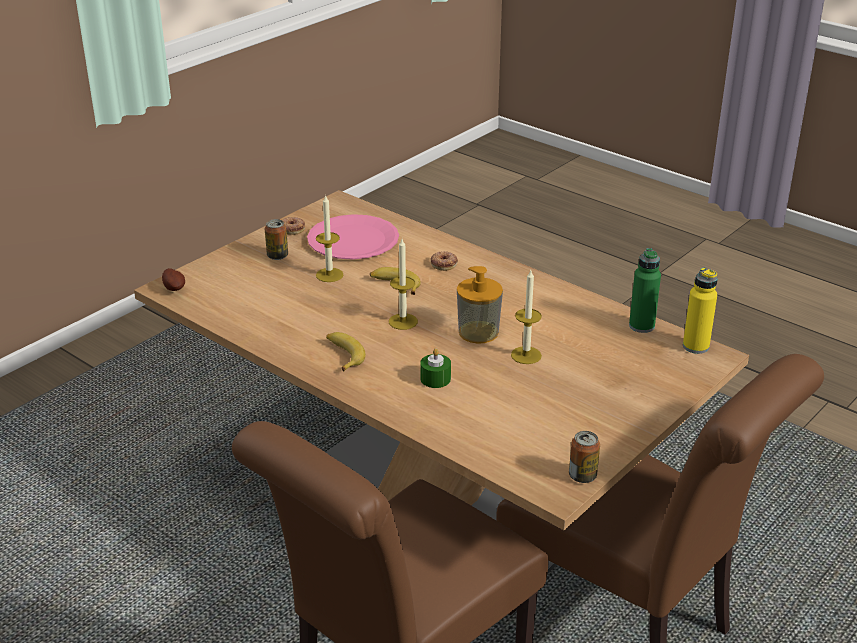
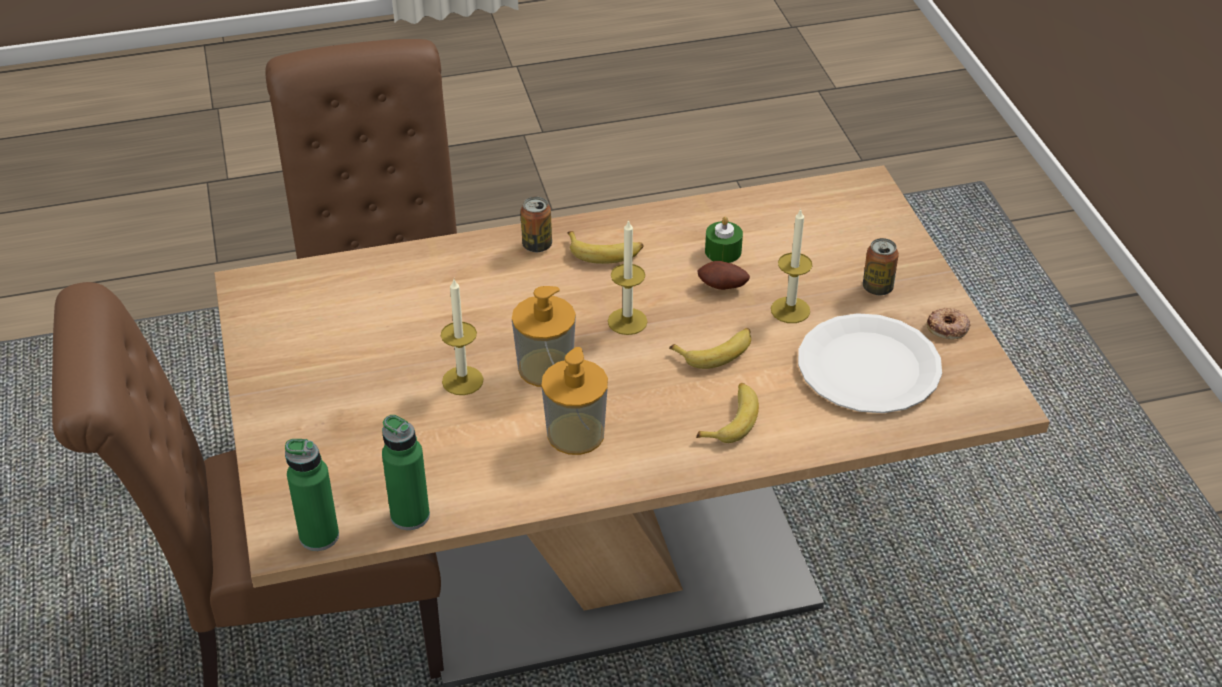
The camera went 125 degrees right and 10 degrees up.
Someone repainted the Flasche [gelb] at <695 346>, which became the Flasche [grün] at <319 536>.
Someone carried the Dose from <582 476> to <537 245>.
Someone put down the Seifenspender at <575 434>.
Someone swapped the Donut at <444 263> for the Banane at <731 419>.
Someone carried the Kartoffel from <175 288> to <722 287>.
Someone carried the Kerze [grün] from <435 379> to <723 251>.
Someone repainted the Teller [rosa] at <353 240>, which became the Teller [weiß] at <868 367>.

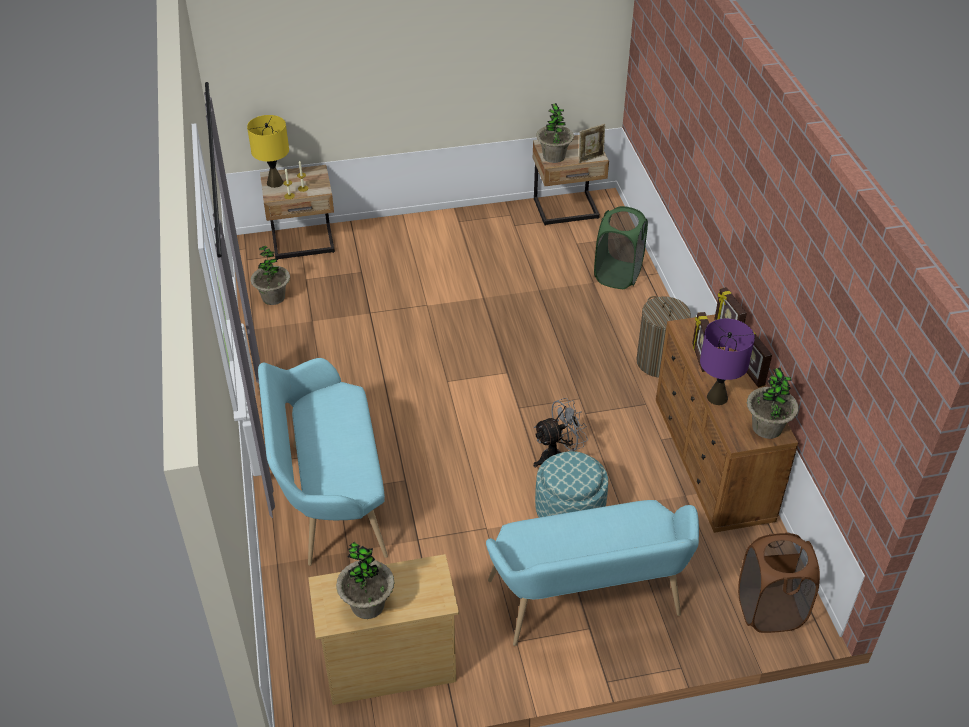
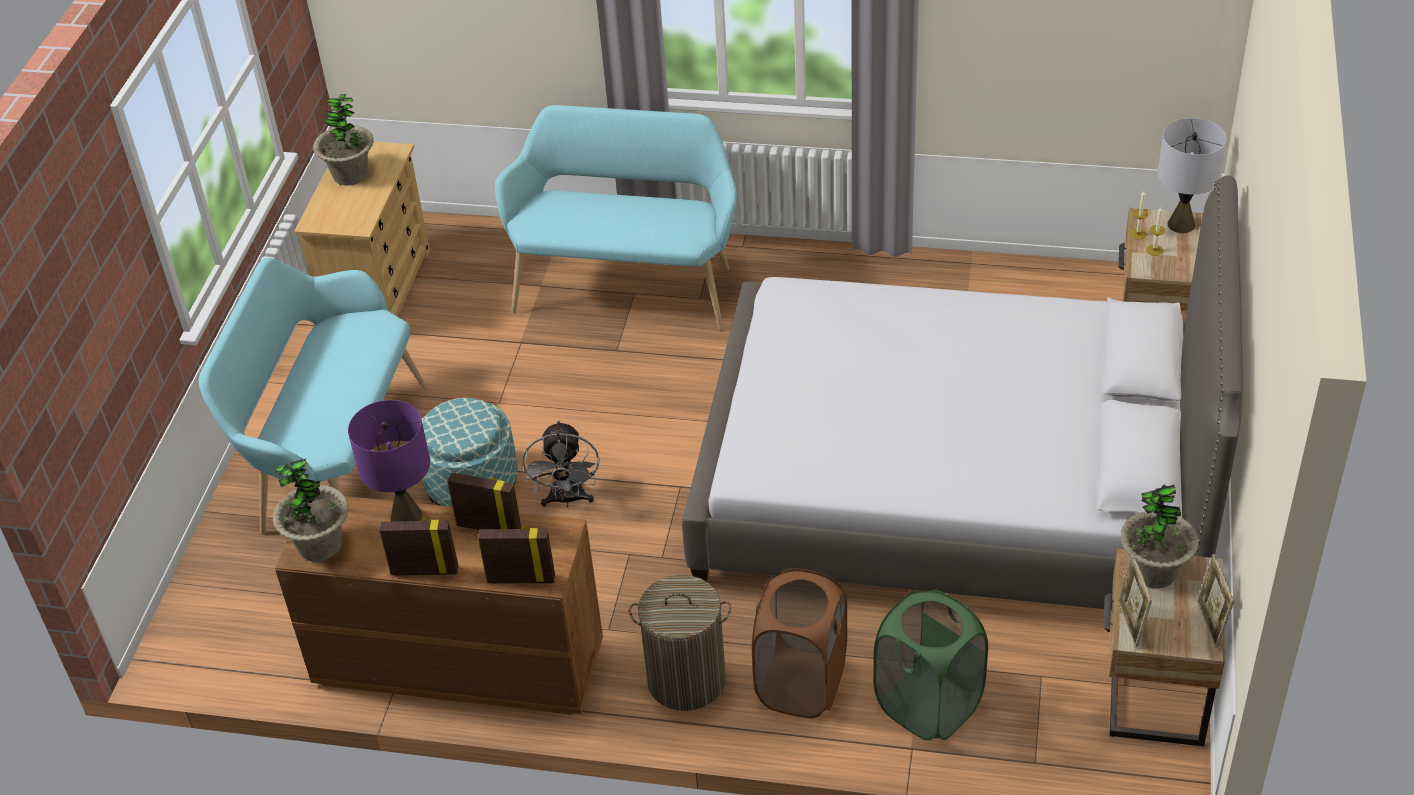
The camera went 115 degrees right and 0 degrees up.
Someone put down the Bett at <956 481>.
Someone carried the Wäschekorb [braun] from <769 610> to <801 684>.
Someone repainted the Tischlampe [gelb] at <275 182>, which became the Tischlampe [grau] at <1181 224>.
Someone put down the Bilderrahmen at <1210 624>.
Someone took away the Topfpflanze at <273 297>.

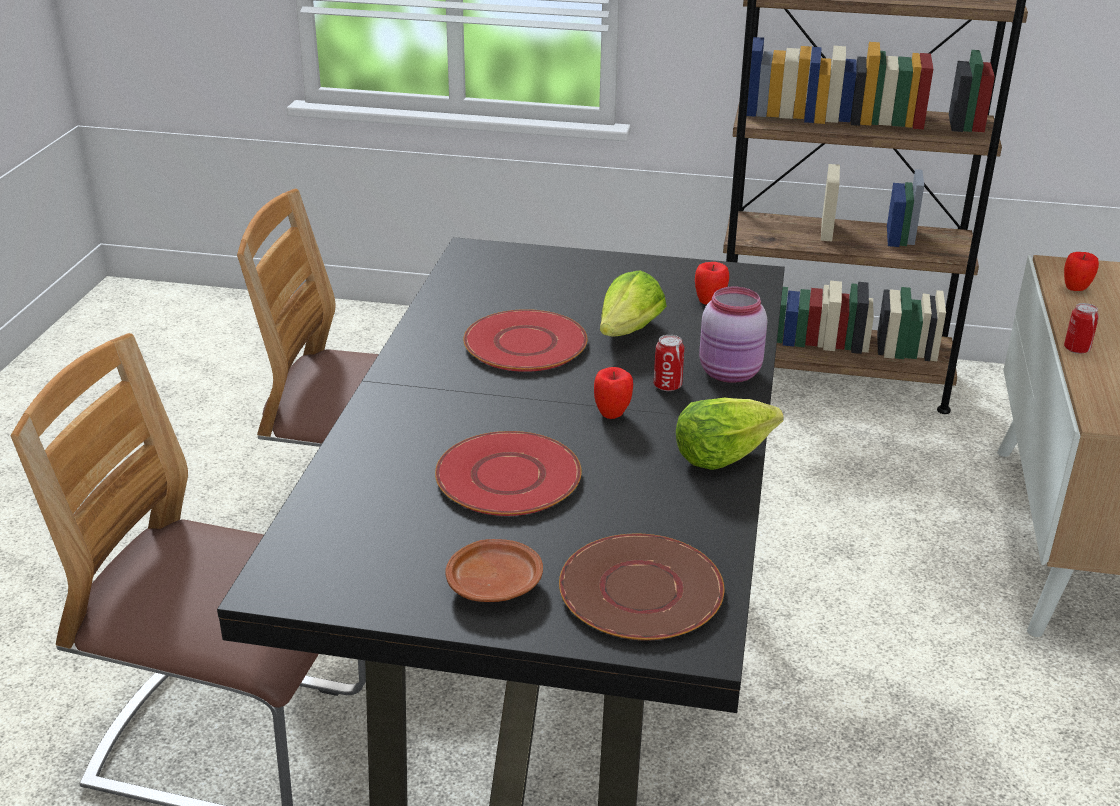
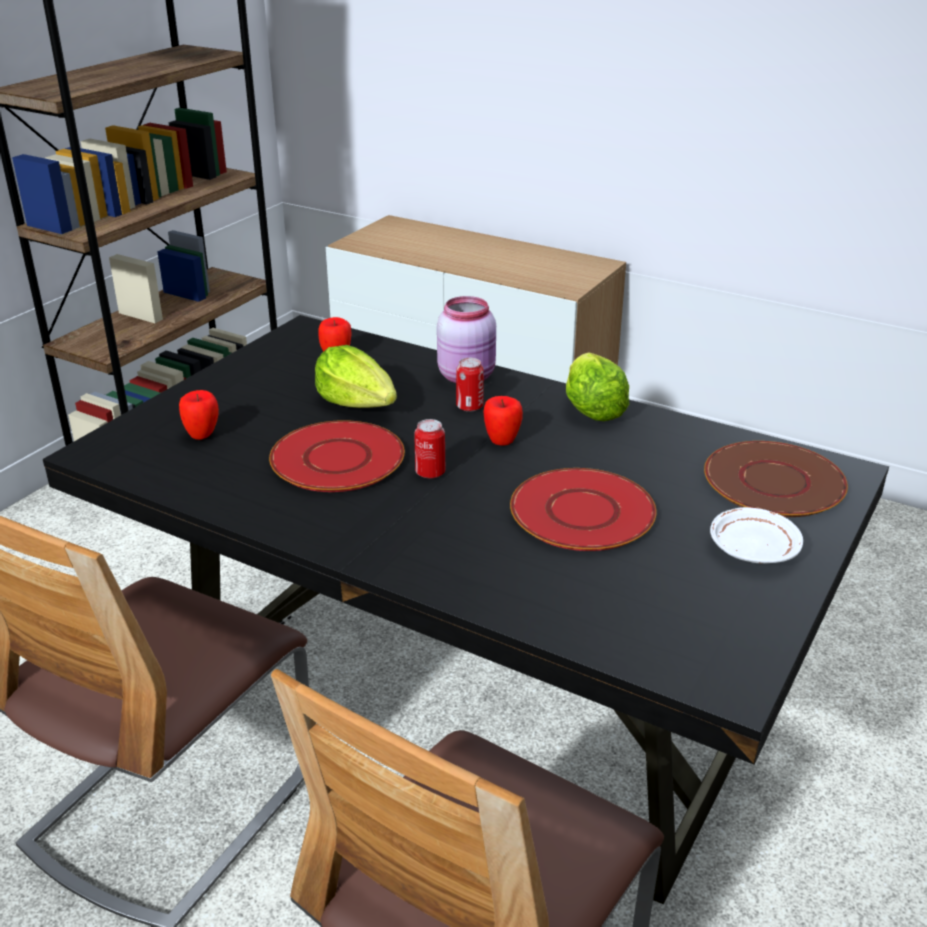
The camera went 70 degrees left and 0 degrees up.
Someone carried the Apfel from <1075 289> to <202 435>.
Someone carried the Dose from <1076 349> to <430 472>.
Someone repainted the Teller [braun] at <495 584>, which became the Teller [weiß] at <752 548>.

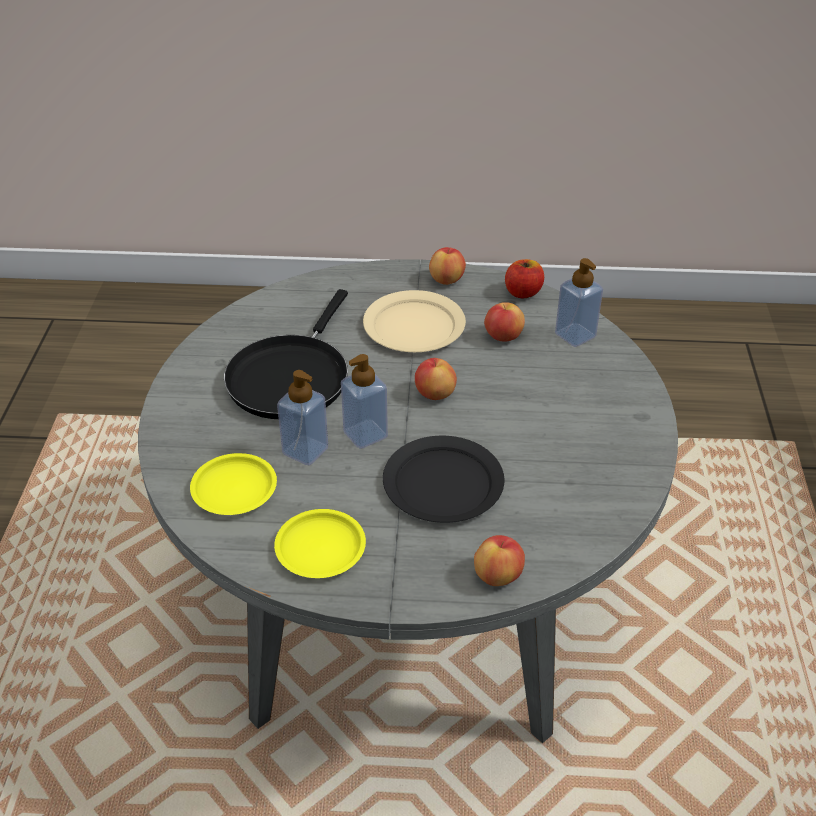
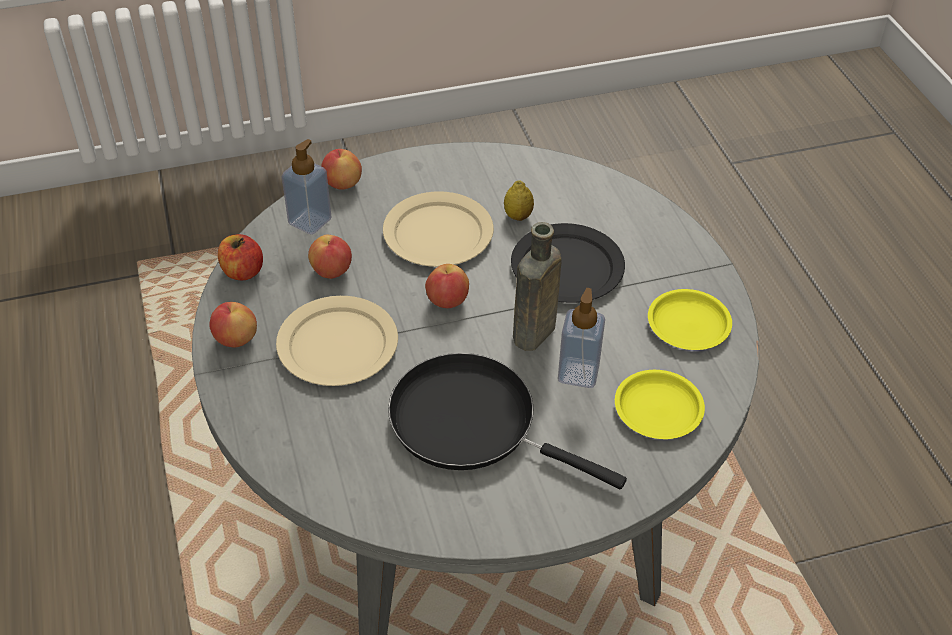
The camera went 110 degrees left and 5 degrees up.
Someone carried the Apfel from <498 575> to <342 184>.
Someone put down the Teller [beige] at <437 234>.
Someone rotated the Pfanne [schwarz] at <291 377> by 150 degrees counterclockwise.
Someone put down the Zitrone at <518 216>.
Someone swapped the Seifenspender at <365 434> for the Flasche [braun] at <532 336>.

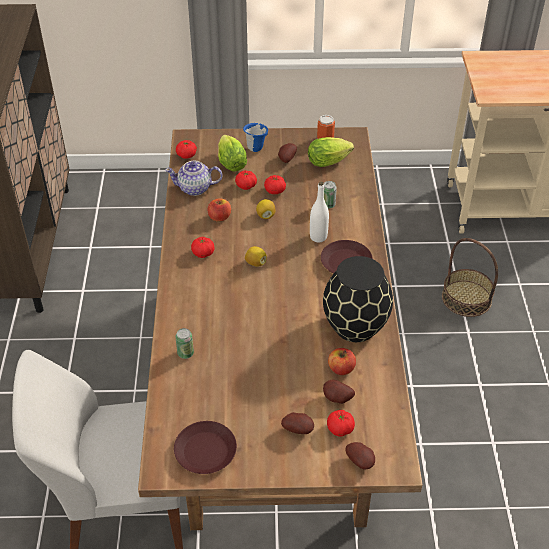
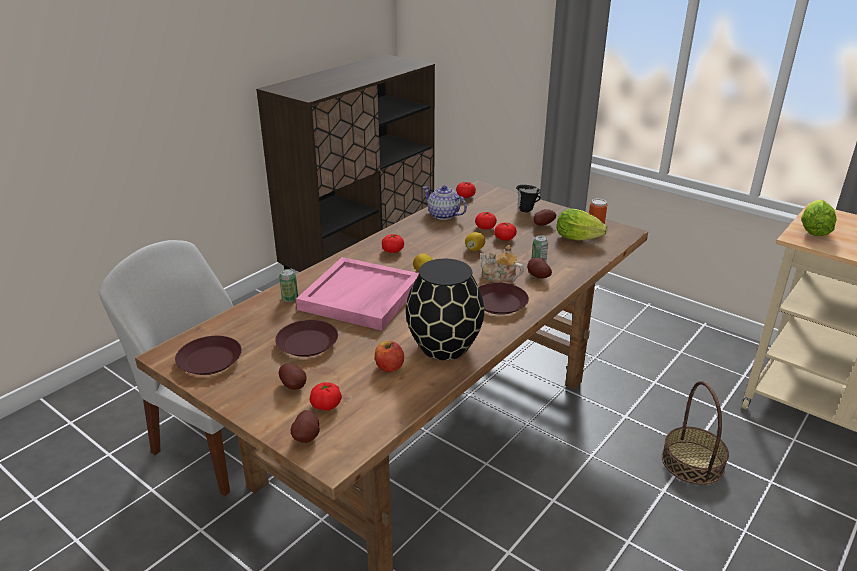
The camera went 40 degrees right and 15 degrees down.
Someone put down the Teller [braun] at <306 344>.
Someone put down the Tablett [rosa] at <361 297>.
Someone swapped the Flasche [weiß] at <318 237> for the Teekanne at <499 278>.
Someone repainted the Henkelbecher [blau] at <256 148>, which became the Henkelbecher [schwarz] at <527 210>.
Someone carried the Kartoffel from <337 399> to <537 277>.
Someone carried the Salatkopf from <230 162> to <813 230>.
Someone took away the Apfel at <219 217>.

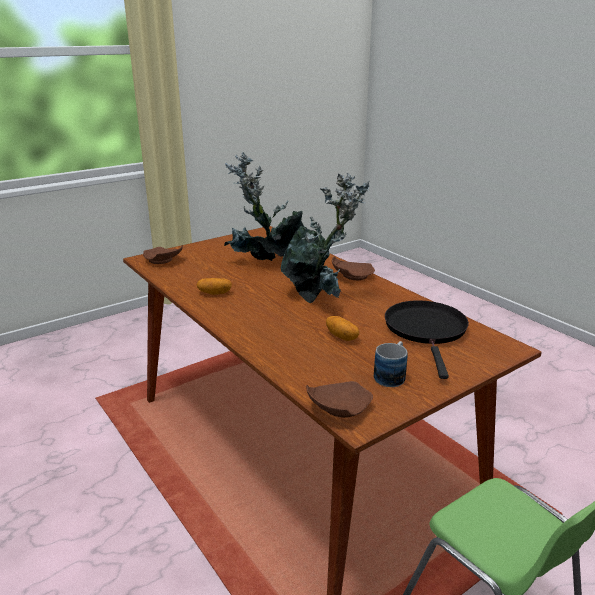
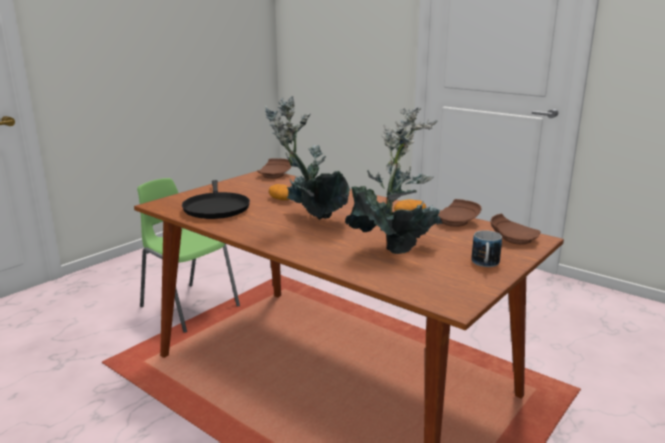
The camera went 165 degrees right and 5 degrees down.
Someone carried the Teller [braun] from <351 276> to <457 222>.
Someone carried the Henkelbecher from <392 375> to <485 264>.

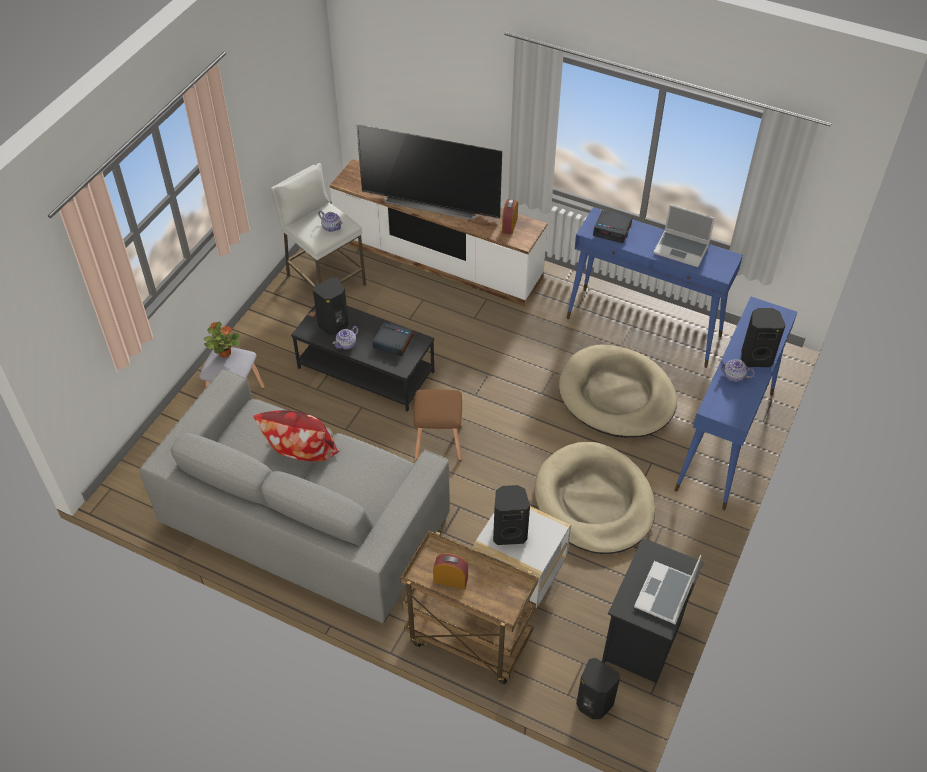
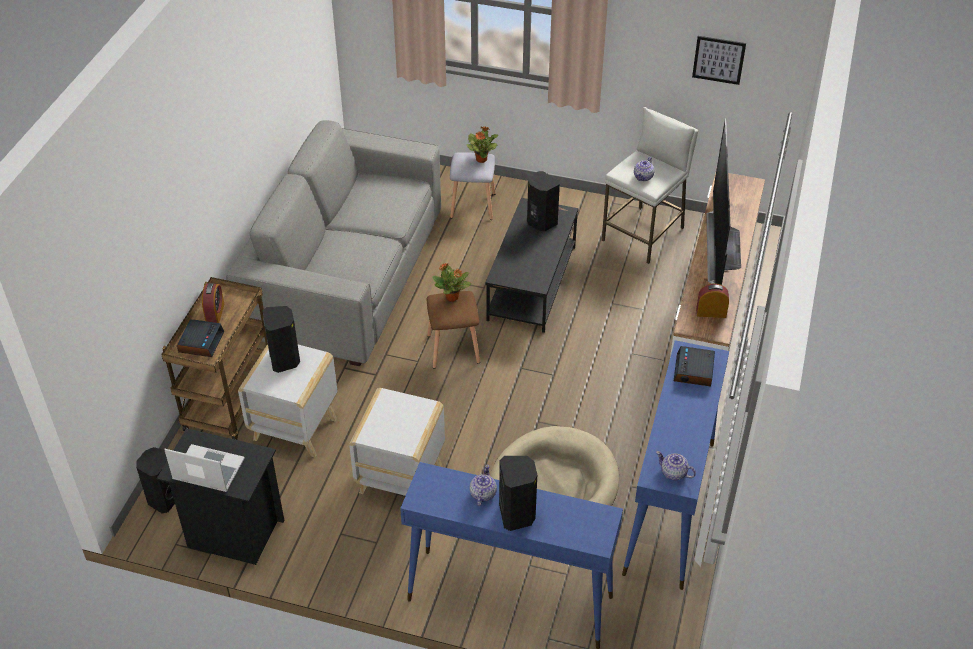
The camera went 80 degrees right and 5 degrees down.
Someone carried the Wecker from <392 342> to <201 342>.
Someone swapped the Hundebett [beige] at <594 501> for the Beistelltisch [weiß] at <399 480>.
Someone put down the Topfpflanze at <452 297>.
Someone carried the Teekanne from <346 344> to <674 473>.
Someone put up the Bild at <718 59>.
Someone took away the Kissen at <301 454>.
Someone took away the Laptop at <682 249>.

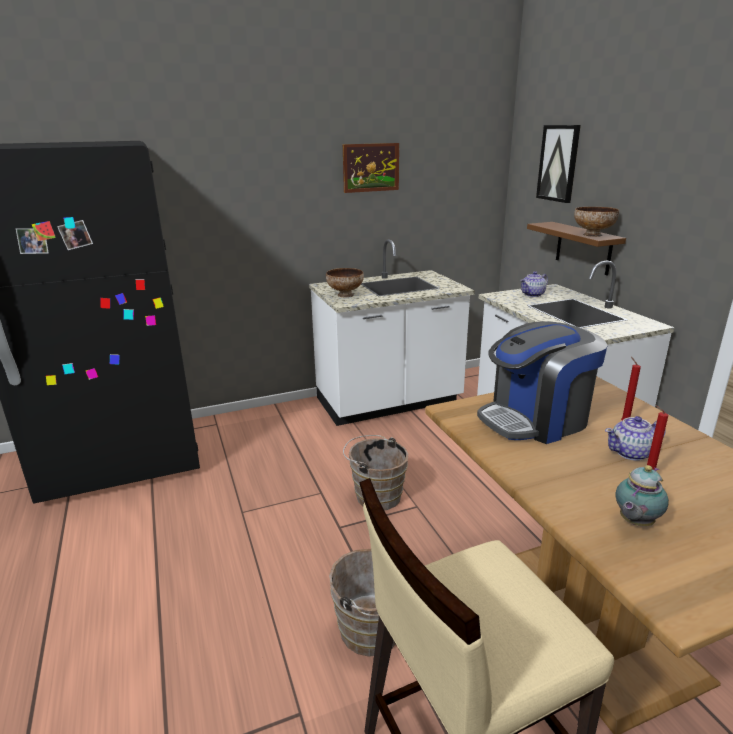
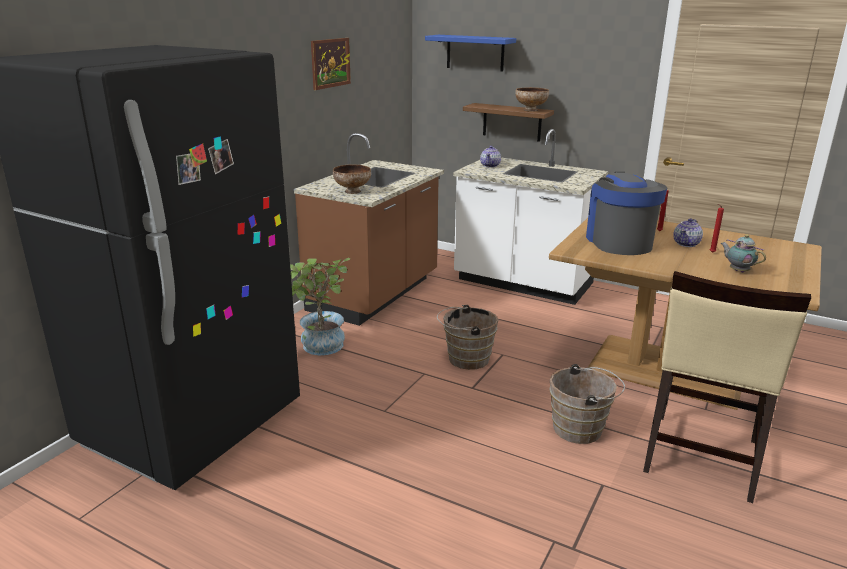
The camera went 40 degrees left and 0 degrees up.
Someone put down the Topfpflanze at <320 348>.
Someone repainted the Küchenzeile [weiß] at <389 402>, which became the Küchenzeile [braun] at <375 295>.
Someone swapped the Bild at <558 163> for the Wandregal [blau] at <475 53>.
Someone rotated the Kaffeemaschine at <535 419> by 150 degrees clockwise.
Someone rotated the Teekanne at <634 522> by 135 degrees clockwise.

